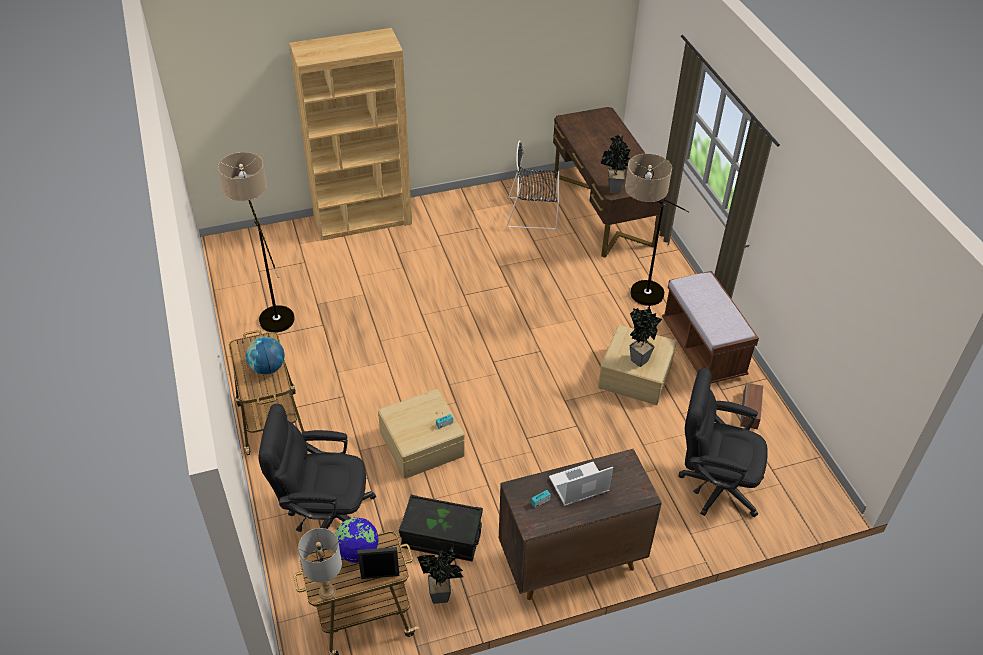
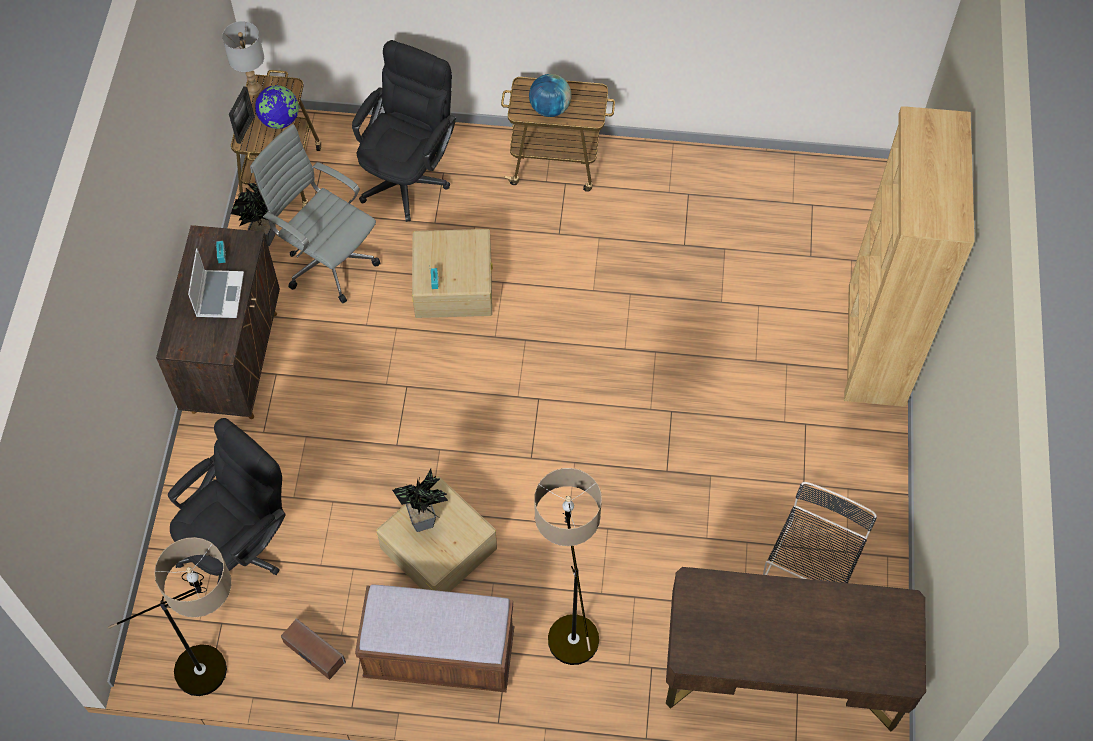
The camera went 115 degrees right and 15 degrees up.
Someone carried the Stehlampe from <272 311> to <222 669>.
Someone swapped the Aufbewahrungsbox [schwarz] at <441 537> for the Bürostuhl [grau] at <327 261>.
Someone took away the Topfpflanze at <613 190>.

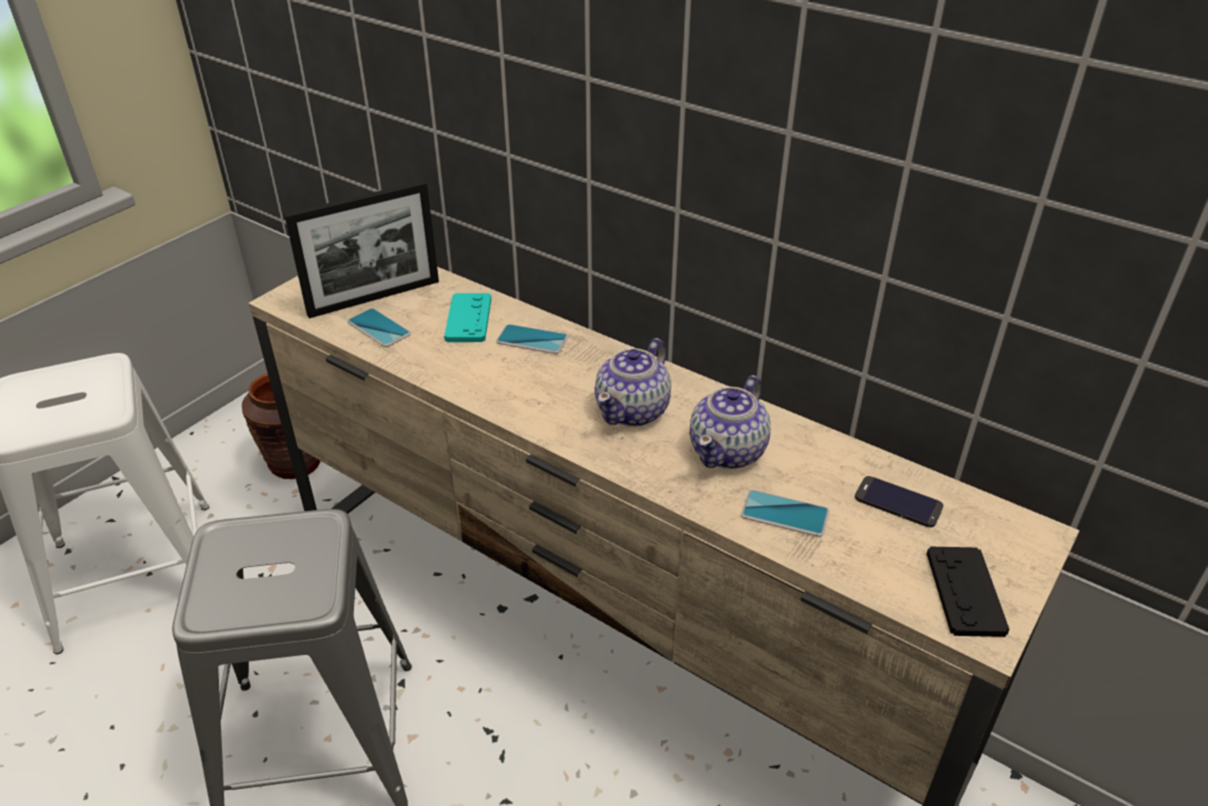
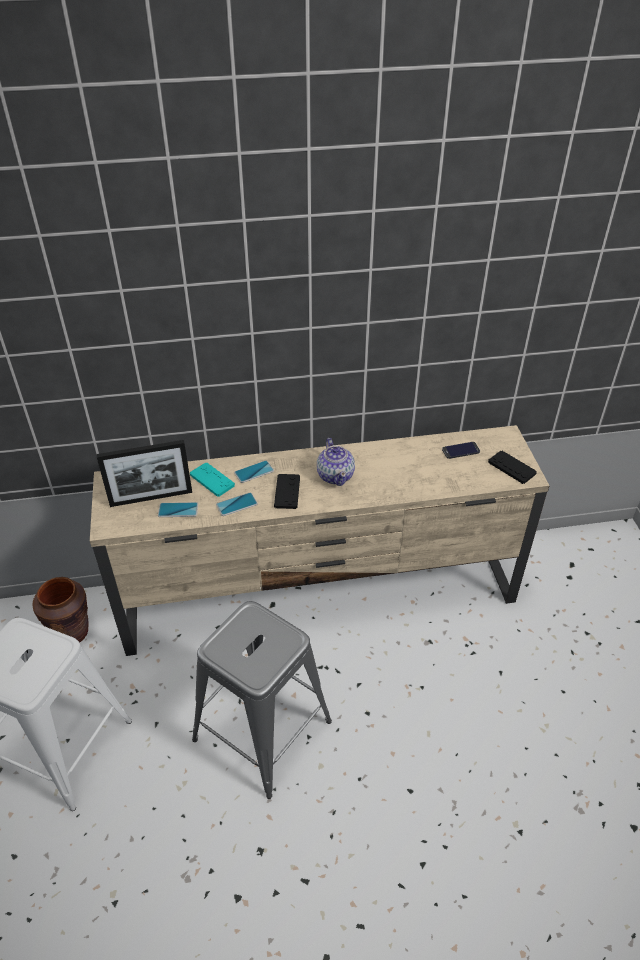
The camera went 45 degrees left and 5 degrees up.
Someone rotated the Bilderrahmen at <374 298> by 60 degrees clockwise.
Someone carried the Handy from <784 514> to <236 504>.
Someone put down the Gamepad [schwarz] at <287 492>.
Someone took away the Teekanne at <728 451>.

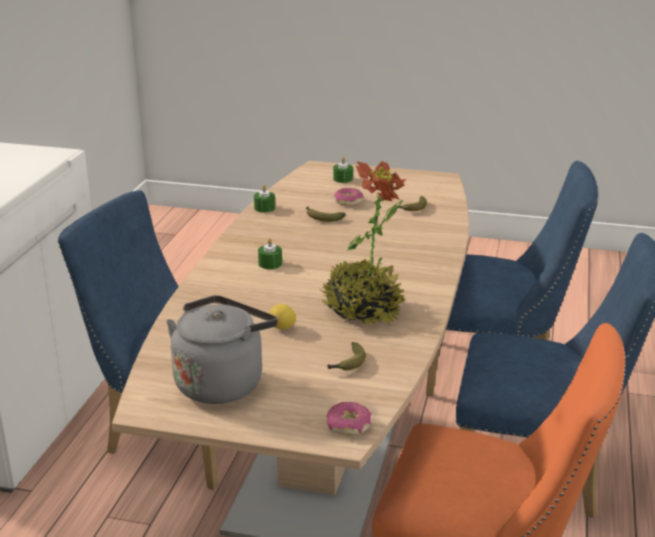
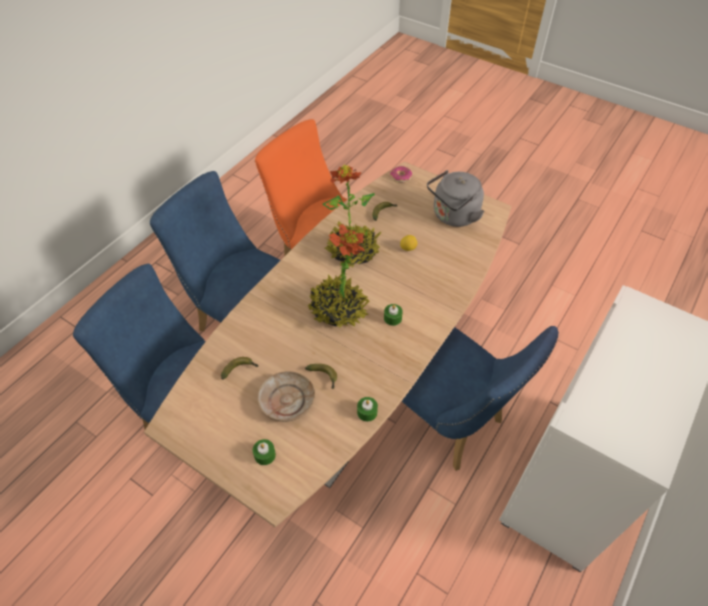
The camera went 160 degrees left and 25 degrees up.
Someone swapped the Donut at <348 202> for the Teller [beige] at <286 400>.
Someone put down the Topfpflanze at <338 310>.

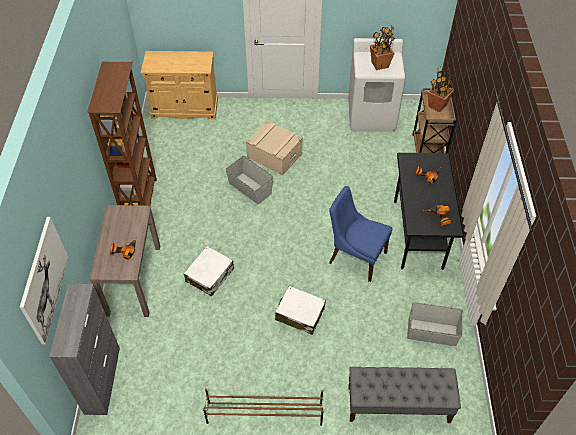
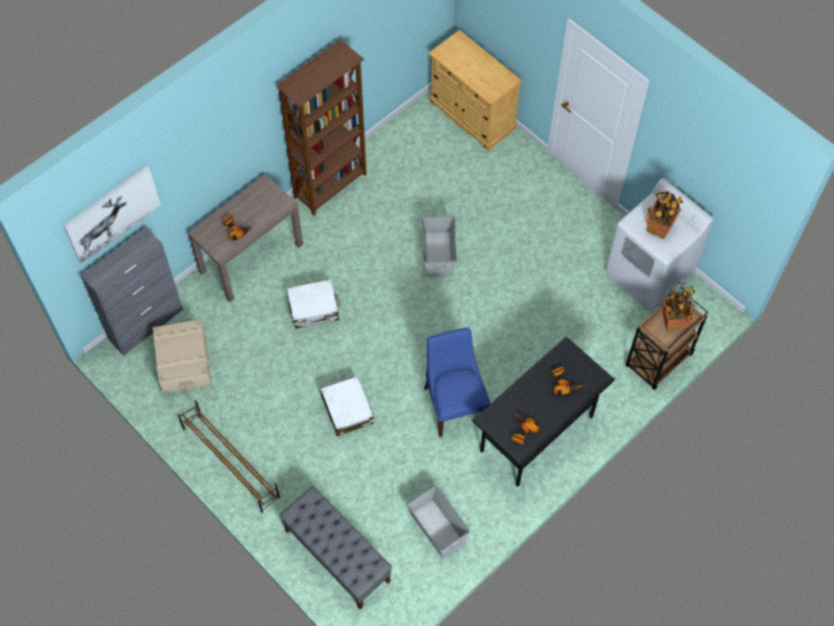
The camera went 45 degrees right and 10 degrees up.
Someone carried the Aufbewahrungsbox [beige] from <274 155> to <184 363>.

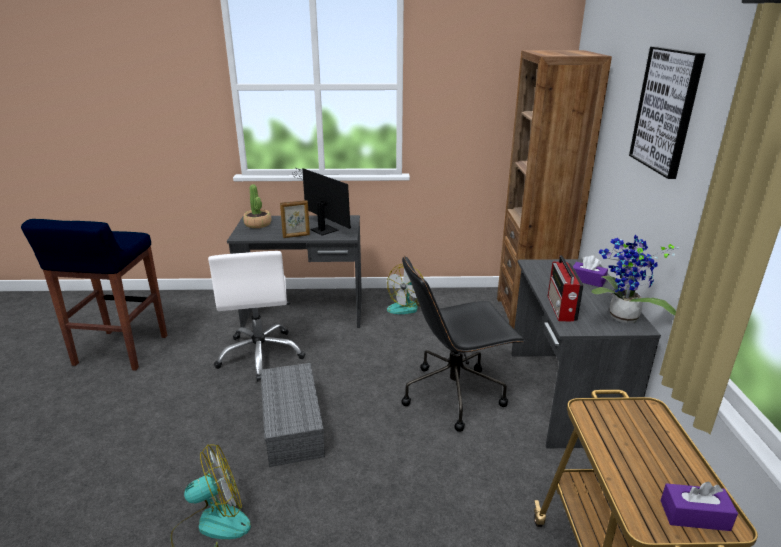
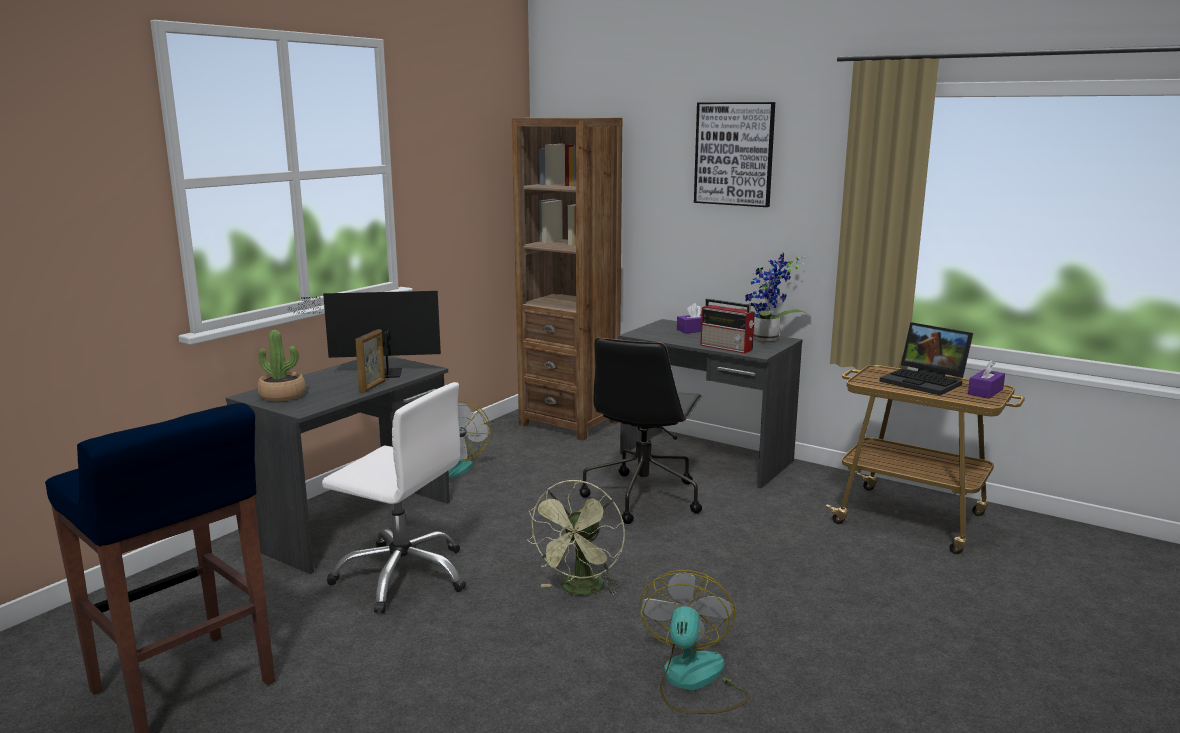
The camera went 55 degrees left and 10 degrees down.
Someone swapped the Aufbewahrungsbox [grau] at <293 425> for the Ventilator [grün] at <580 590>.
Someone put down the Laptop at <926 382>.

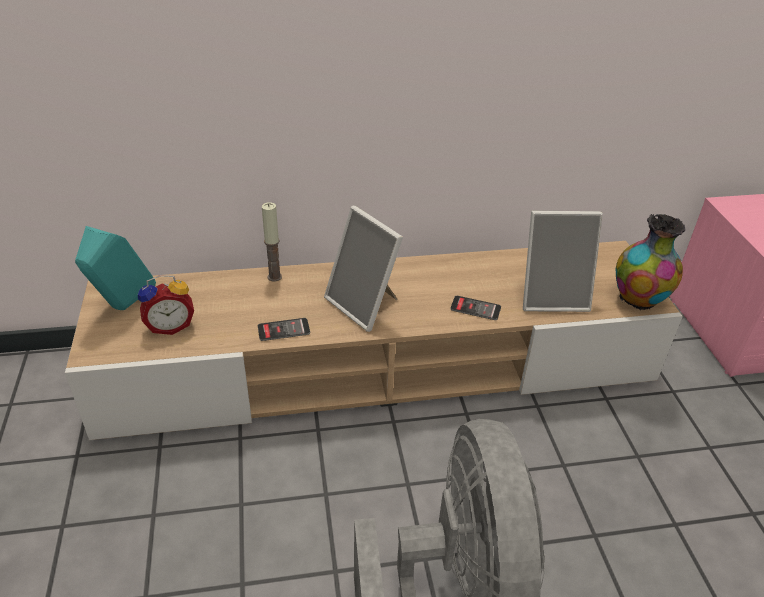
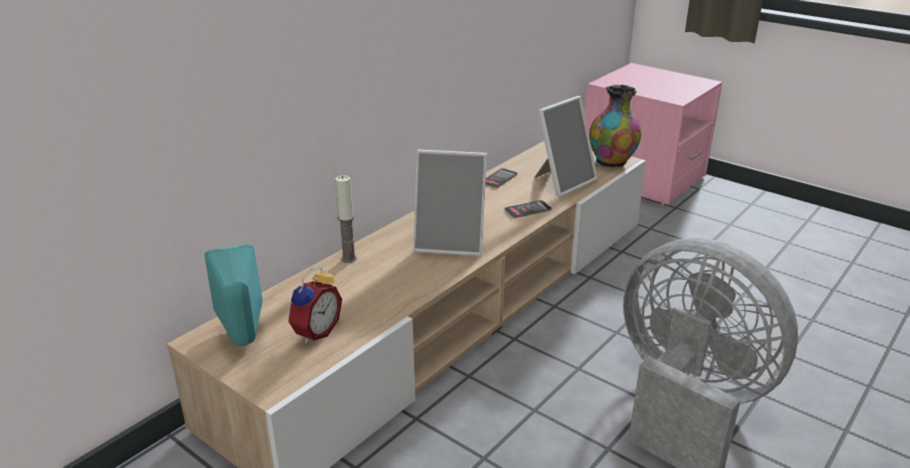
The camera went 40 degrees left and 10 degrees down.
Someone carried the Handy from <283 330> to <499 178>.

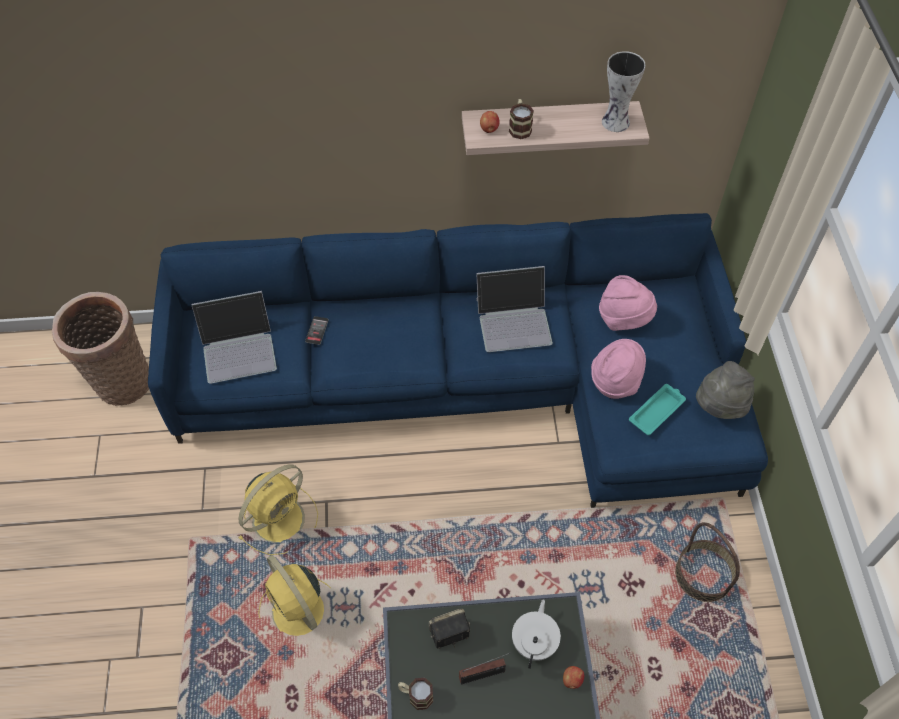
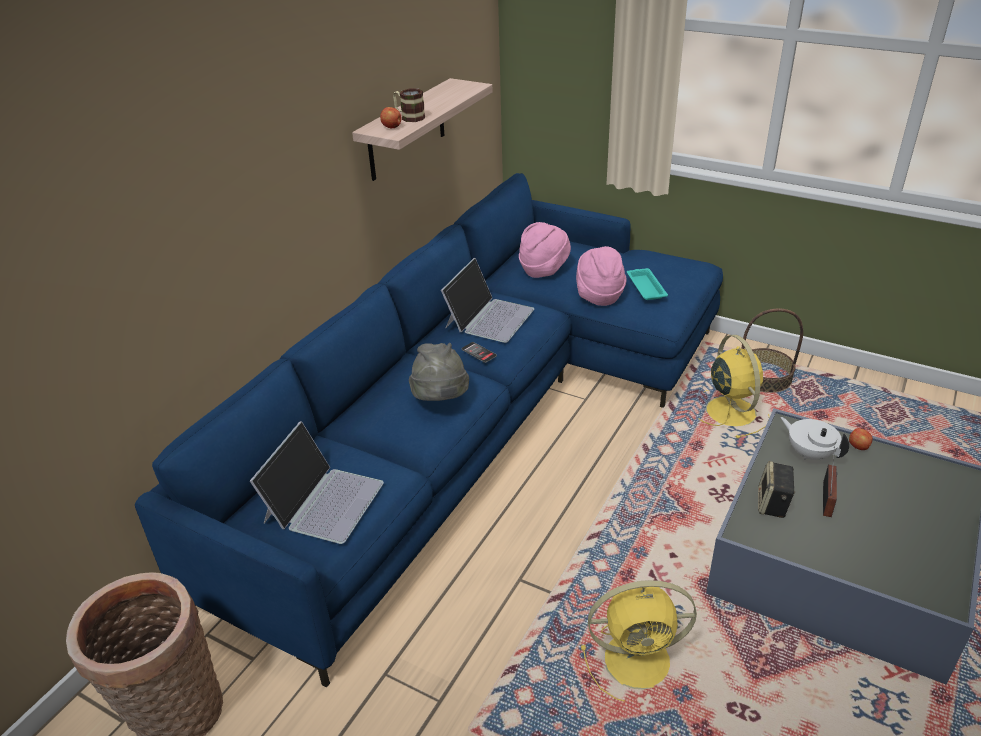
The camera went 55 degrees left and 20 degrees down.
Someone carried the Hut [grau] from <719 406> to <440 401>.
Someone carried the Handy from <317 330> to <479 353>.
Someone carried the Ventilator [gelb] from <280 518> to <729 410>.
Someone took away the Henkelbecher at <416 695>.
Someone took away the Vase at <616 123>.

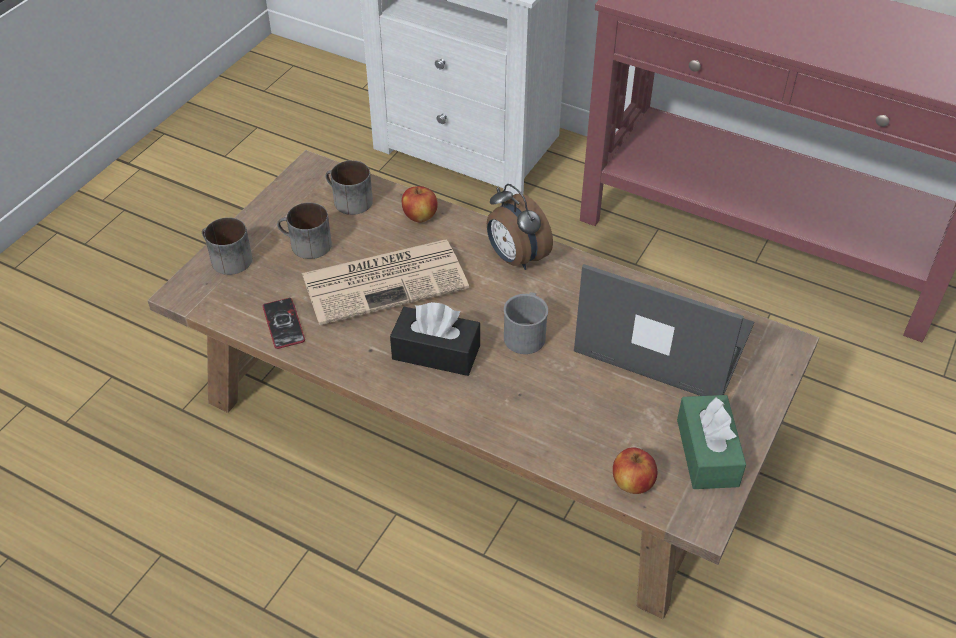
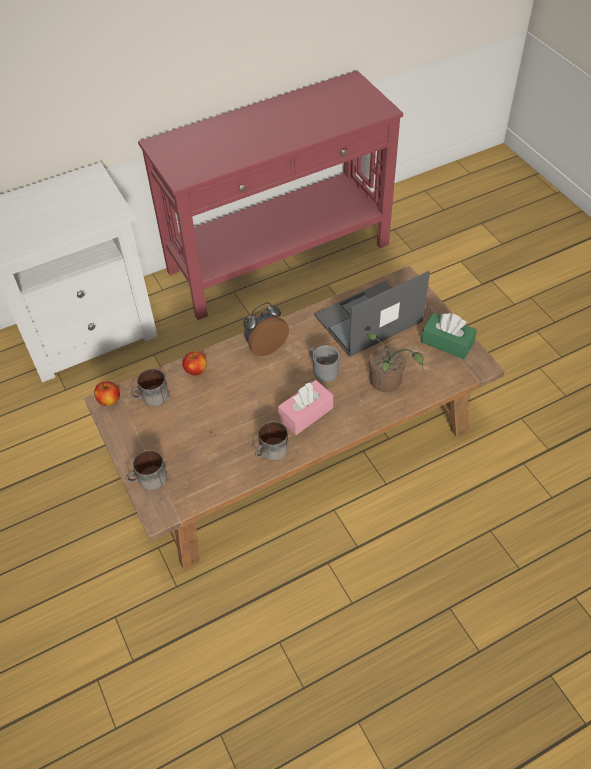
The camera went 55 degrees left and 5 degrees up.
Someone carried the Apfel from <632 483> to <109 400>.
Someone rotated the Wecker at <515 258> by 150 degrees clockwise.
Someone carried the Henkelbecher from <305 245> to <272 452>.
Someone repainted the Taschentuchbox [schwarz] at <436 352>, which became the Taschentuchbox [rosa] at <306 413>.
Someone put down the Topfpflanze at <387 383>.
Someone took away the Handy at <283 324>.
Someone took away the Zeitung at <386 280>.

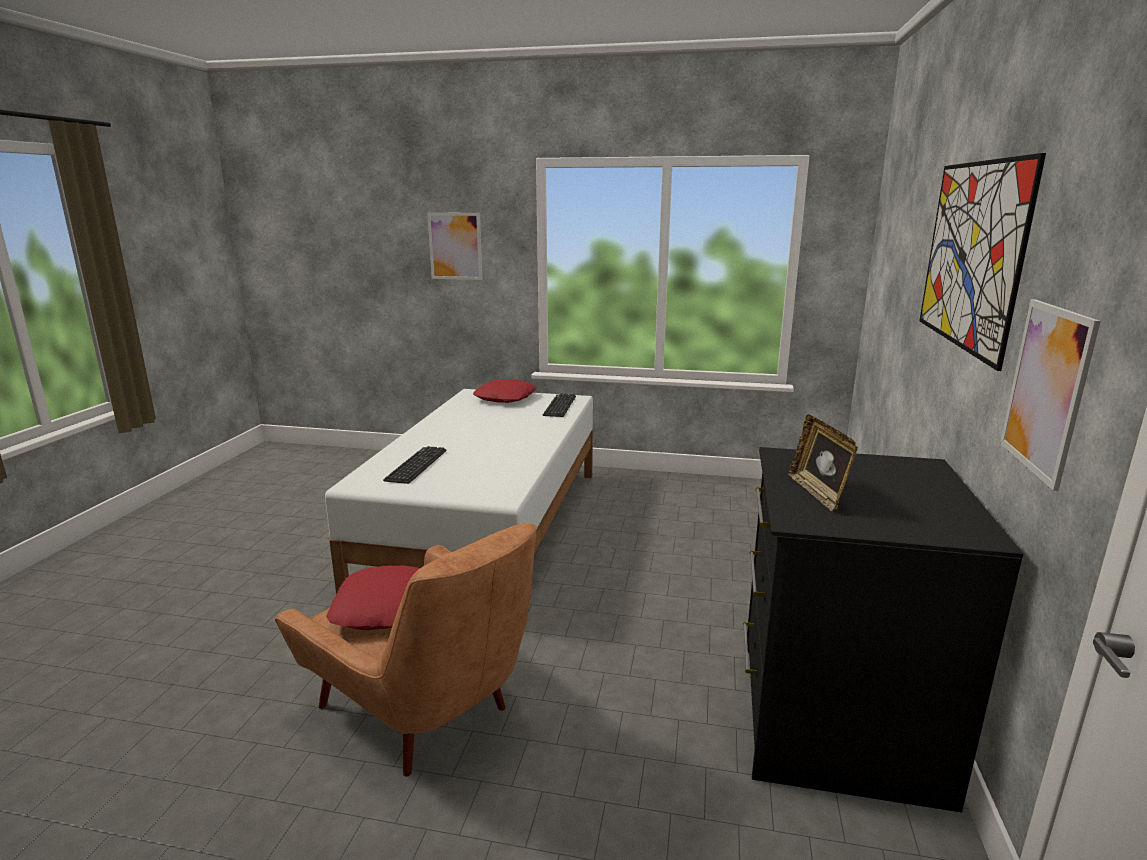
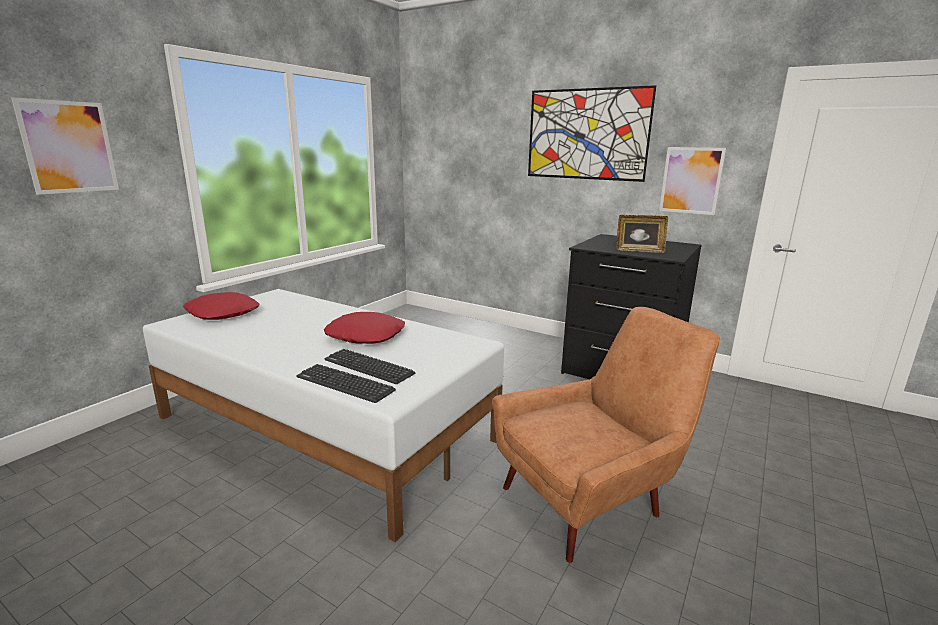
The camera went 70 degrees left and 0 degrees up.
Someone carried the Tastatur from <559 406> to <345 384>.
Someone carried the Kissen [rot] from <385 608> to <366 335>.

